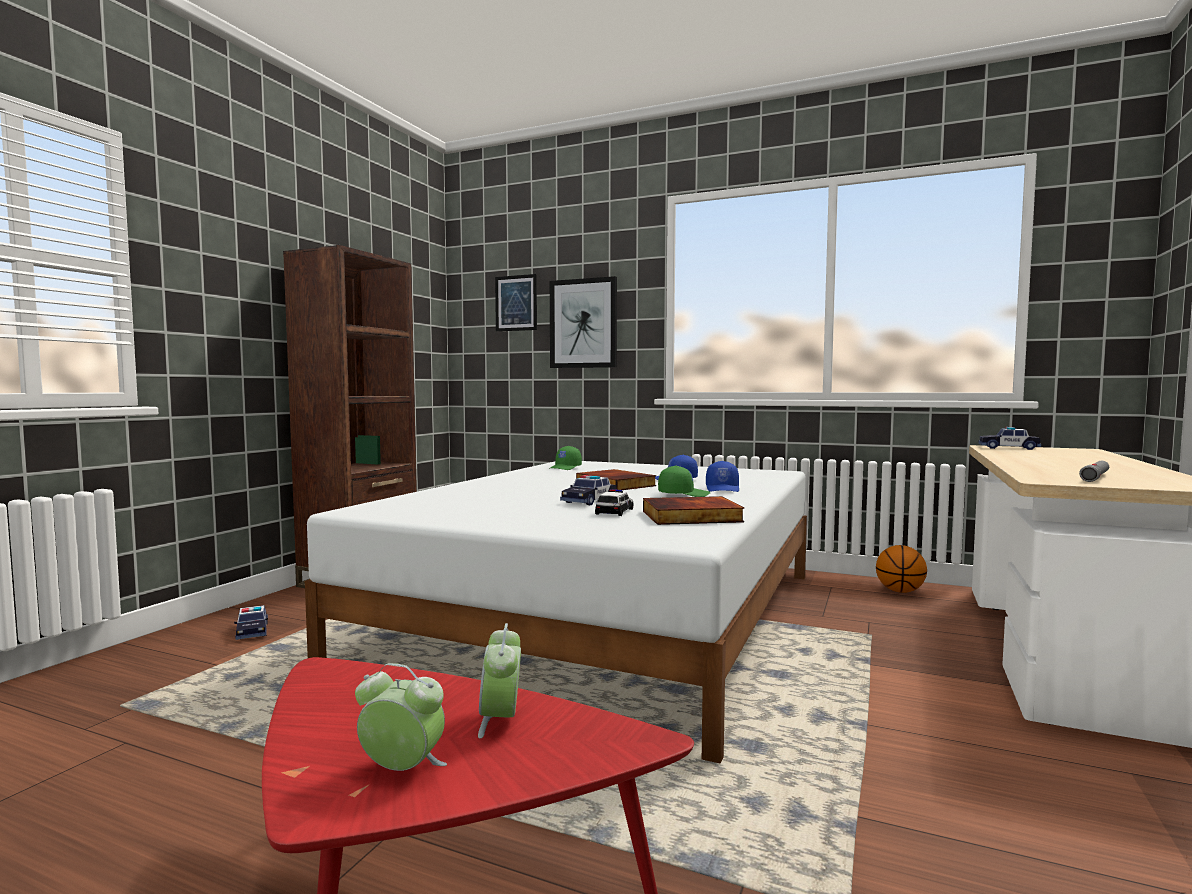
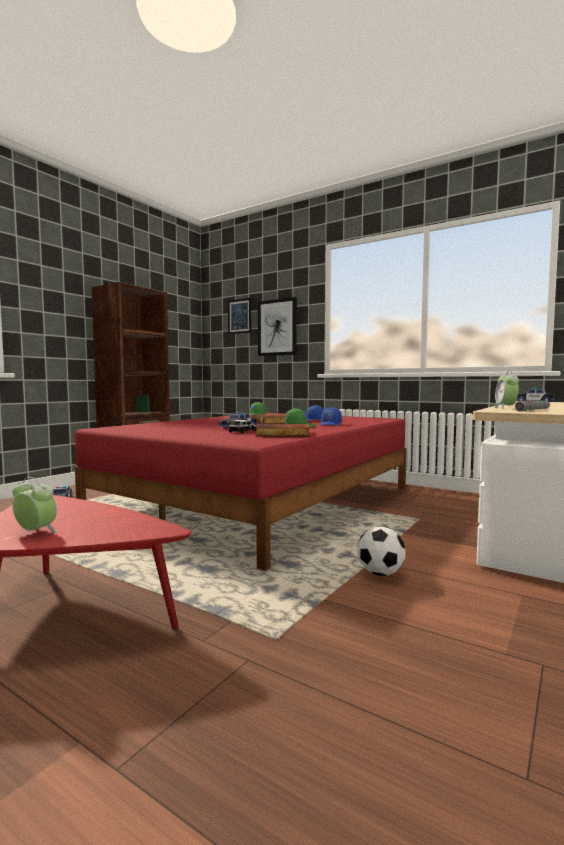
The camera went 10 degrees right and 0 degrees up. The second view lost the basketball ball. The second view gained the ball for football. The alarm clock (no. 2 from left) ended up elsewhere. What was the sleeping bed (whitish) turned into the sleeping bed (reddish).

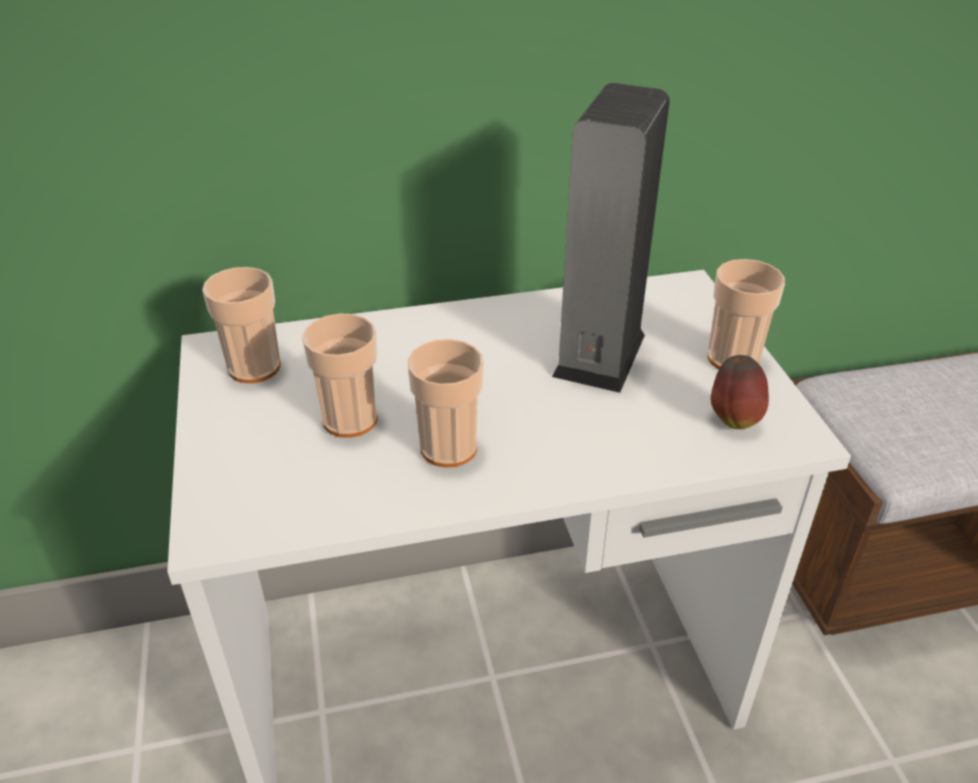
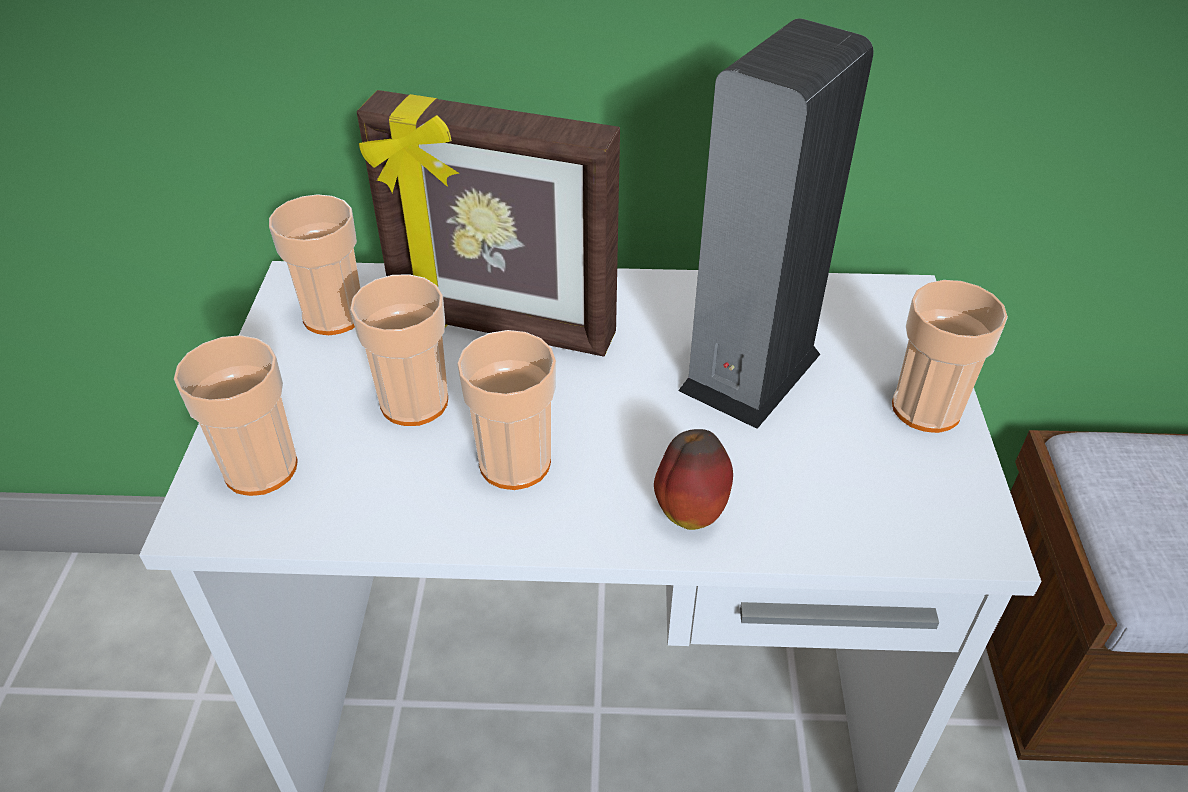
The camera went 15 degrees right and 5 degrees up. The second view gained the drinking cup (no. 1 from left). The second view gained the photo frame. The apple ended up elsewhere.

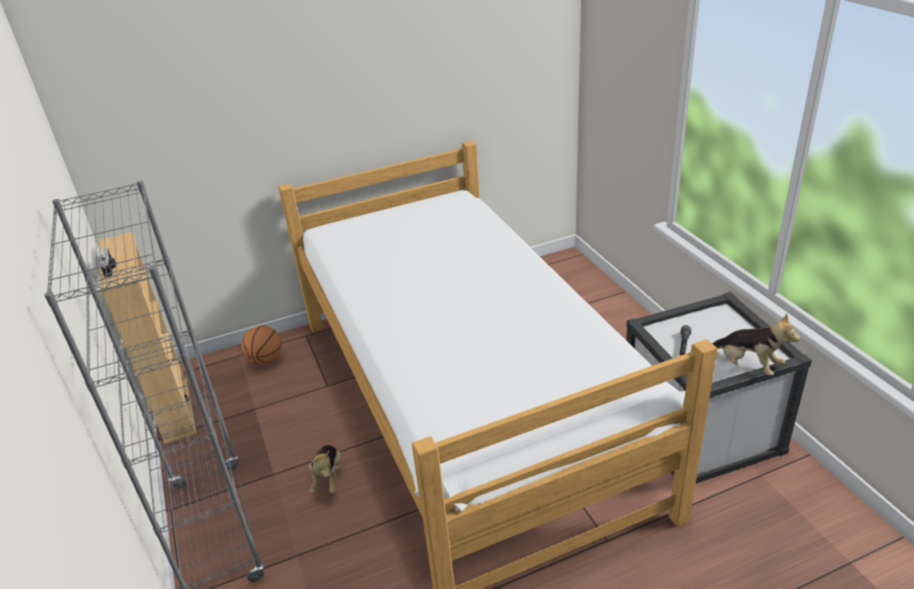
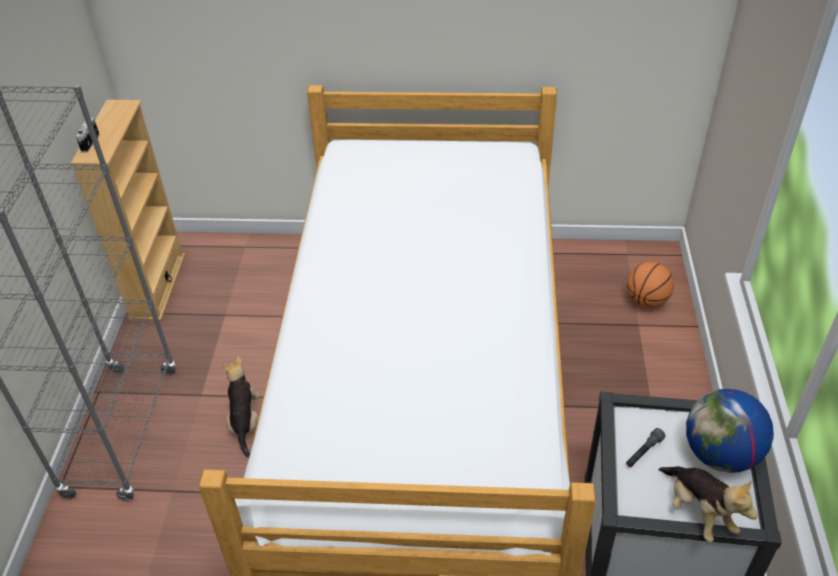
The camera went 25 degrees right and 10 degrees up. The second view gained the world globe. The basketball ball ended up elsewhere. The cuddly toy (no. 1 from left) ended up facing another way, 150 degrees clockwise from before.

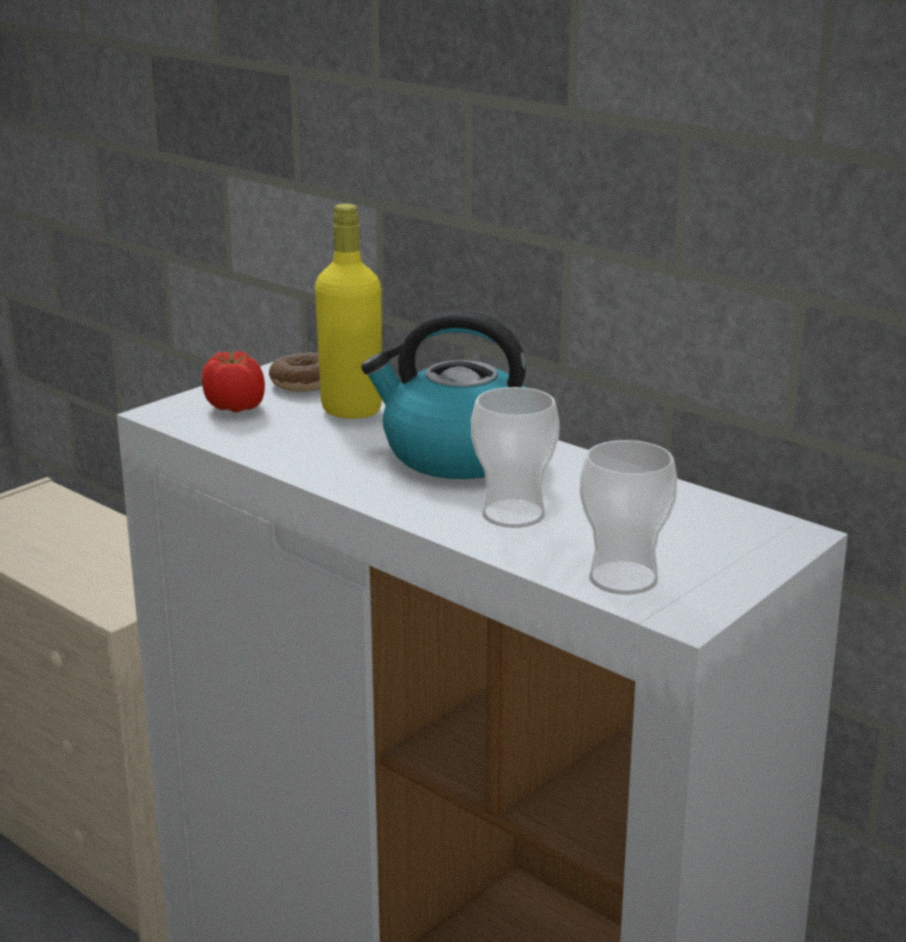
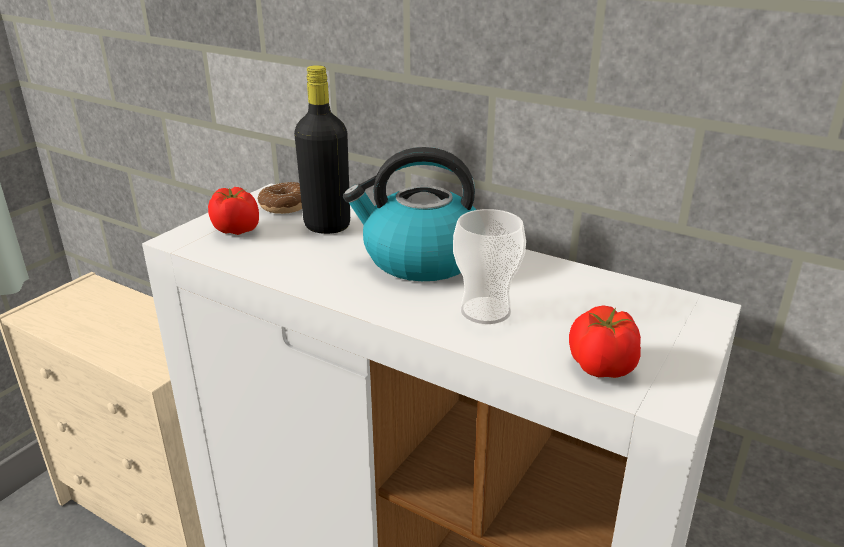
The camera went 10 degrees left and 5 degrees up. Where the drinking cup (no. 2 from left) stood, the whole tomato (no. 2 from left) came to stand. What was the bottle (yellow-coloured) turned into the bottle (black-coloured).

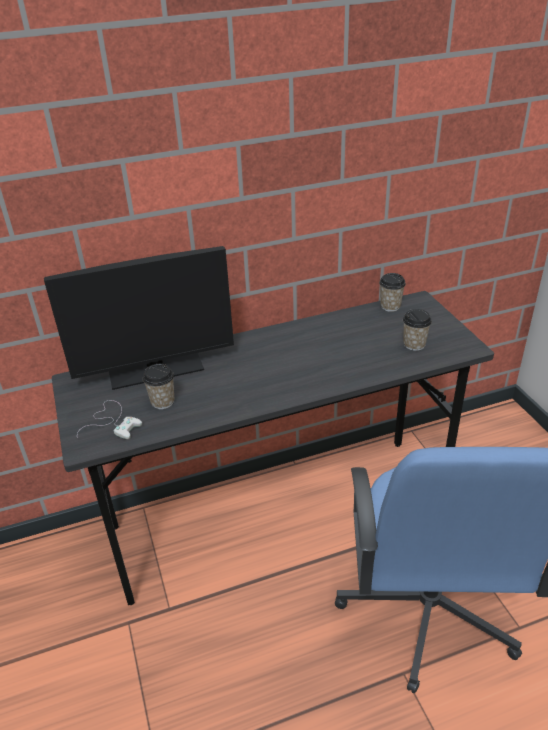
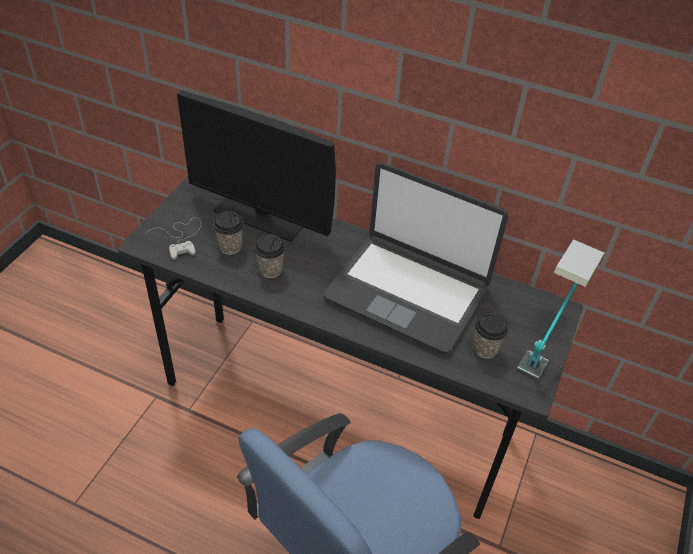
The camera went 40 degrees right and 10 degrees up. The second view gained the portable computer. The second view gained the tabletop lamp. The drinking cup (no. 2 from left) ended up elsewhere.

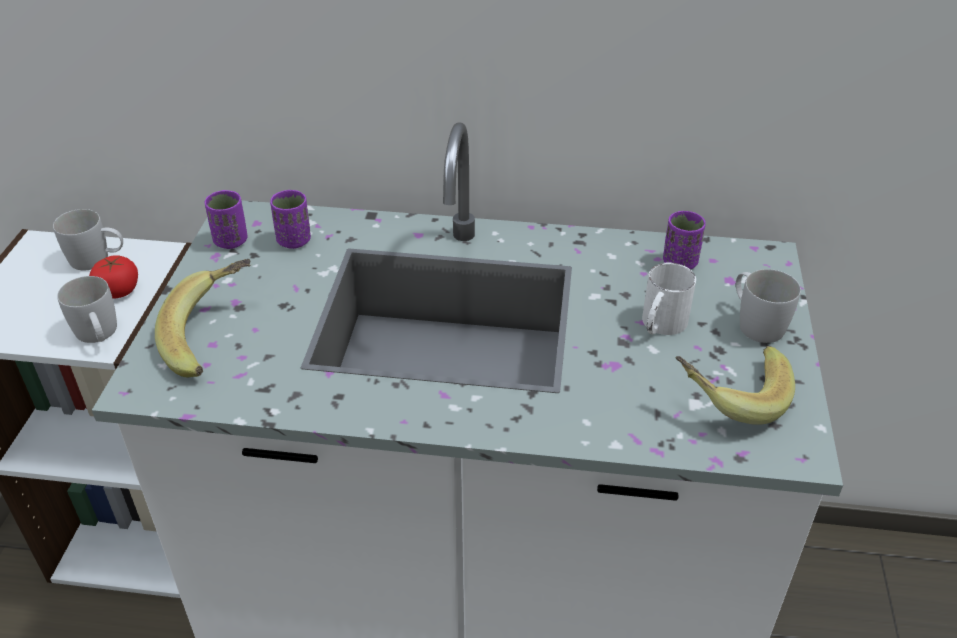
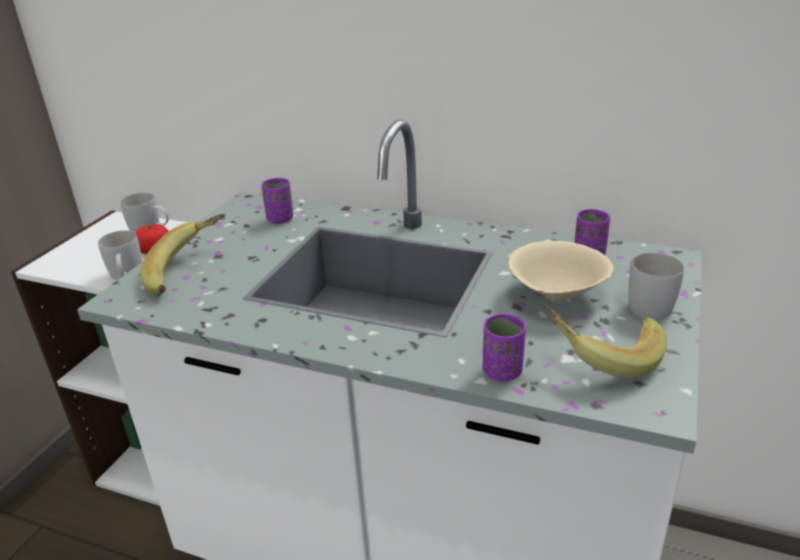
The camera went 15 degrees right and 10 degrees down. The drinking cup (purple-coloured) (no. 1 from left in the first image) ended up elsewhere. Where the mug (whitish) (no. 3 from left) stood, the bowl (beige) came to stand.

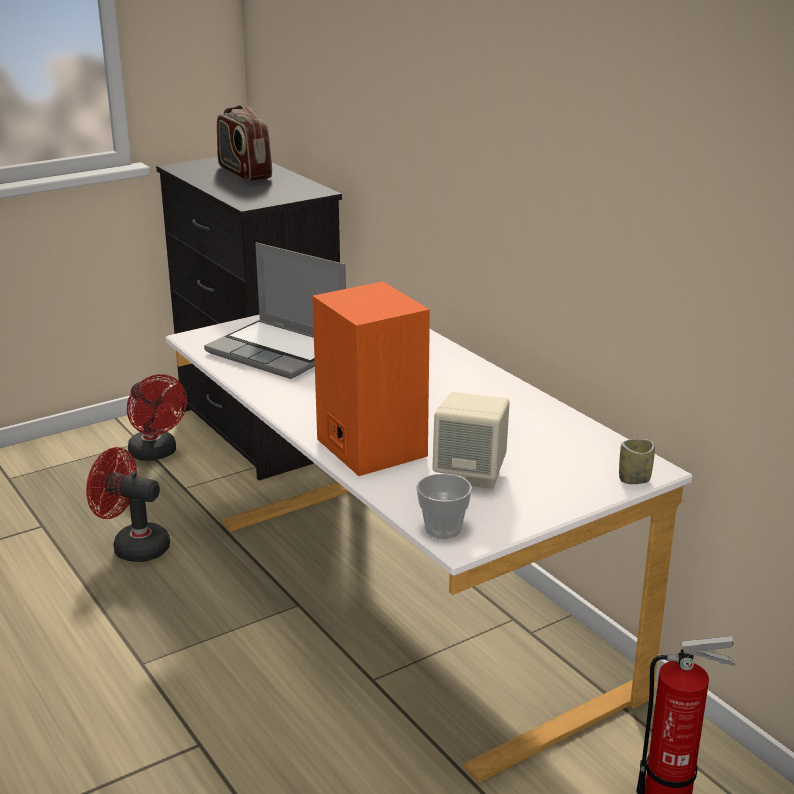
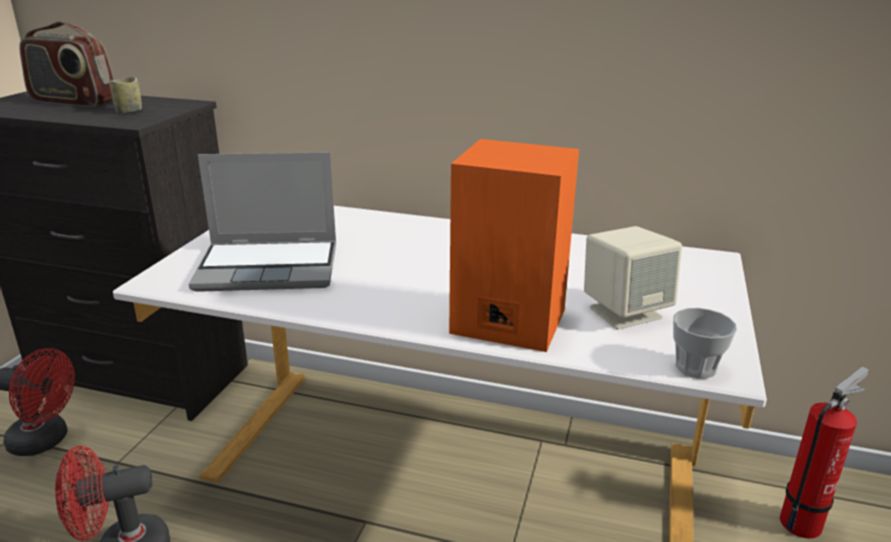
The camera went 40 degrees left and 0 degrees up. The drinking cup (no. 2 from left in the first image) ended up elsewhere.

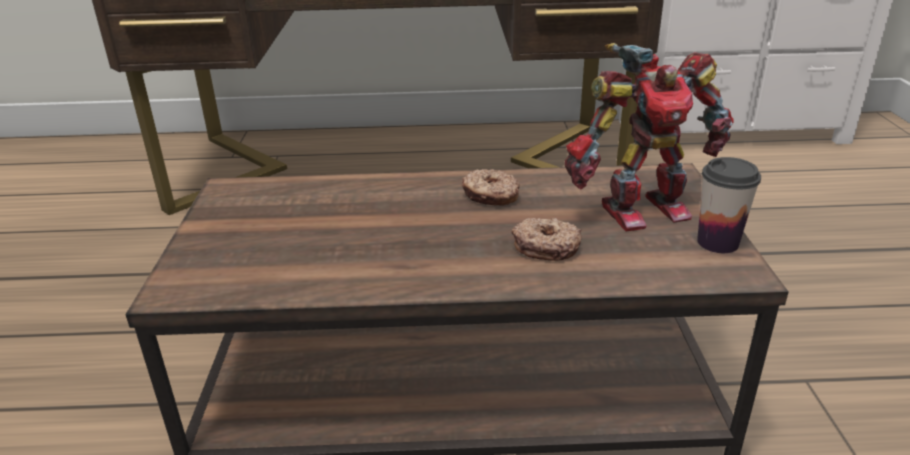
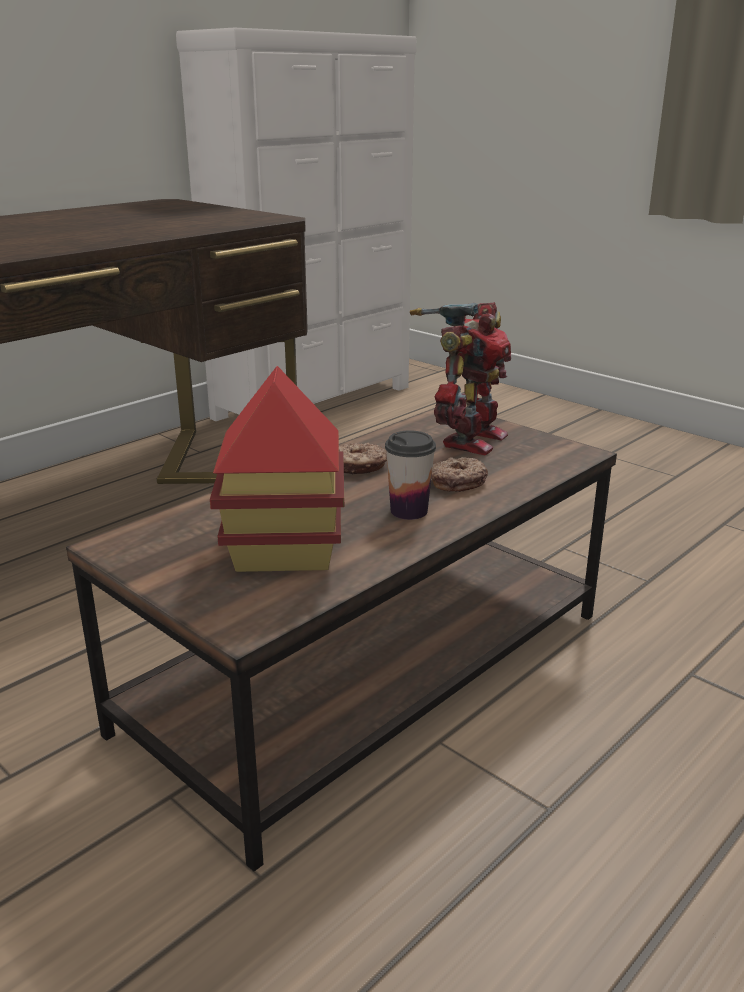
The camera went 45 degrees left and 5 degrees down. The second view gained the toy house. The drinking cup ended up elsewhere.

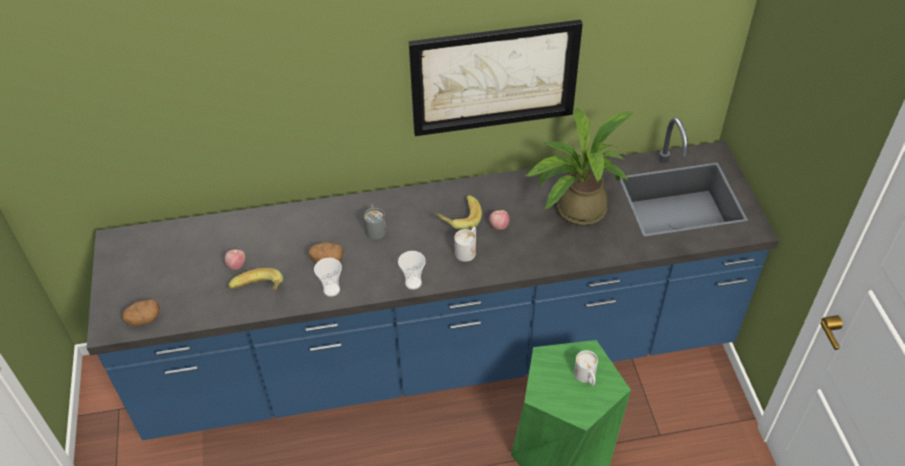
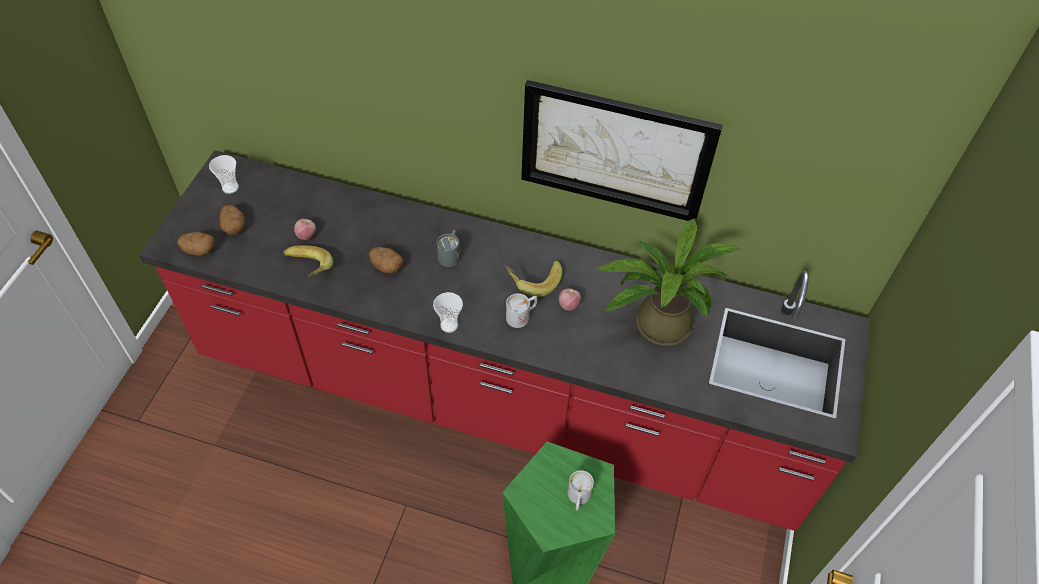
The camera went 25 degrees right and 5 degrees up. The second view gained the whole potato (no. 2 from left). The drinking cup (no. 1 from left) ended up elsewhere. What was the kitchen base unit (bluish) turned into the kitchen base unit (reddish).

